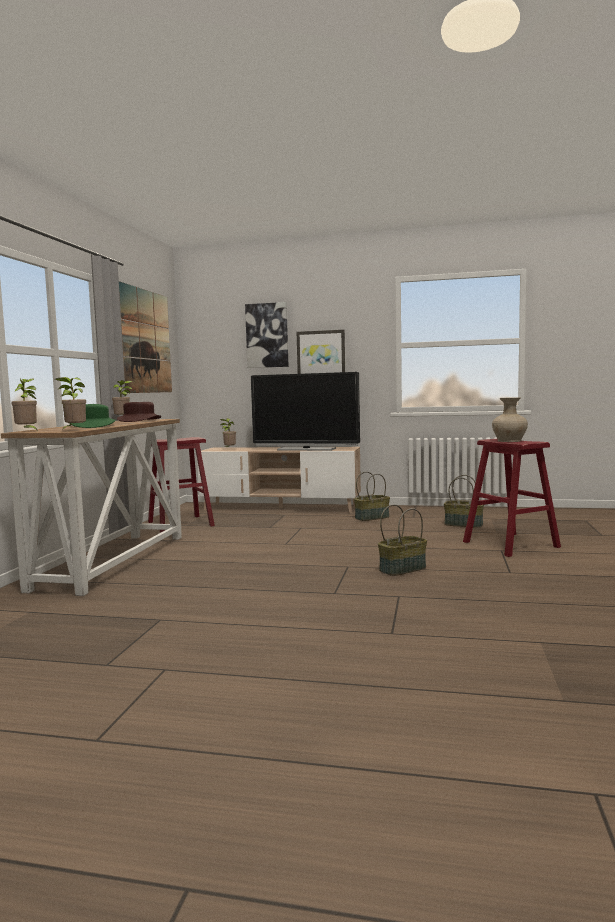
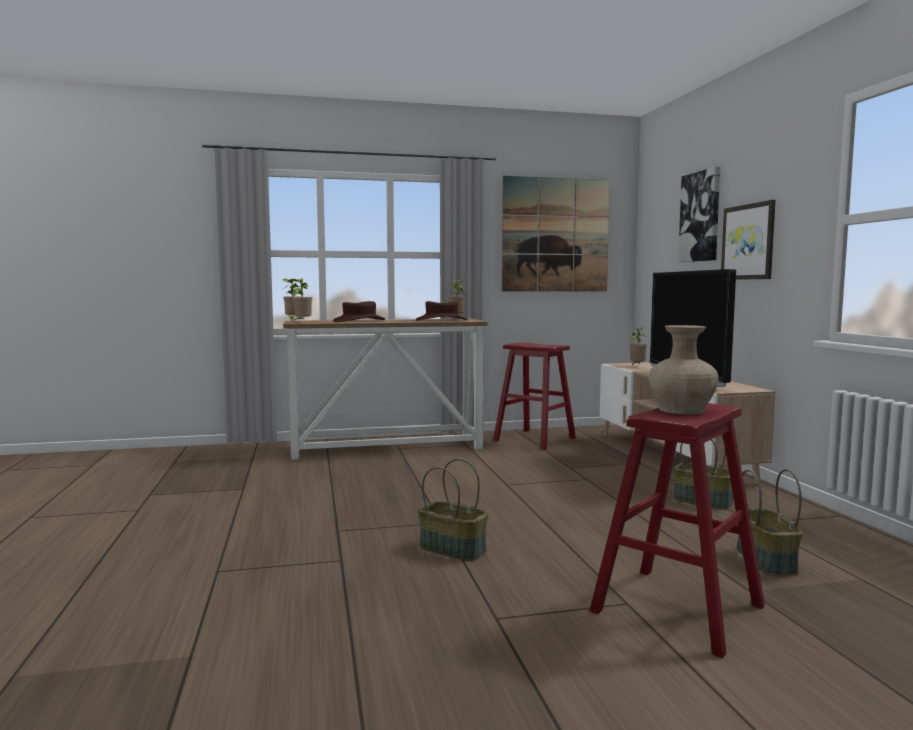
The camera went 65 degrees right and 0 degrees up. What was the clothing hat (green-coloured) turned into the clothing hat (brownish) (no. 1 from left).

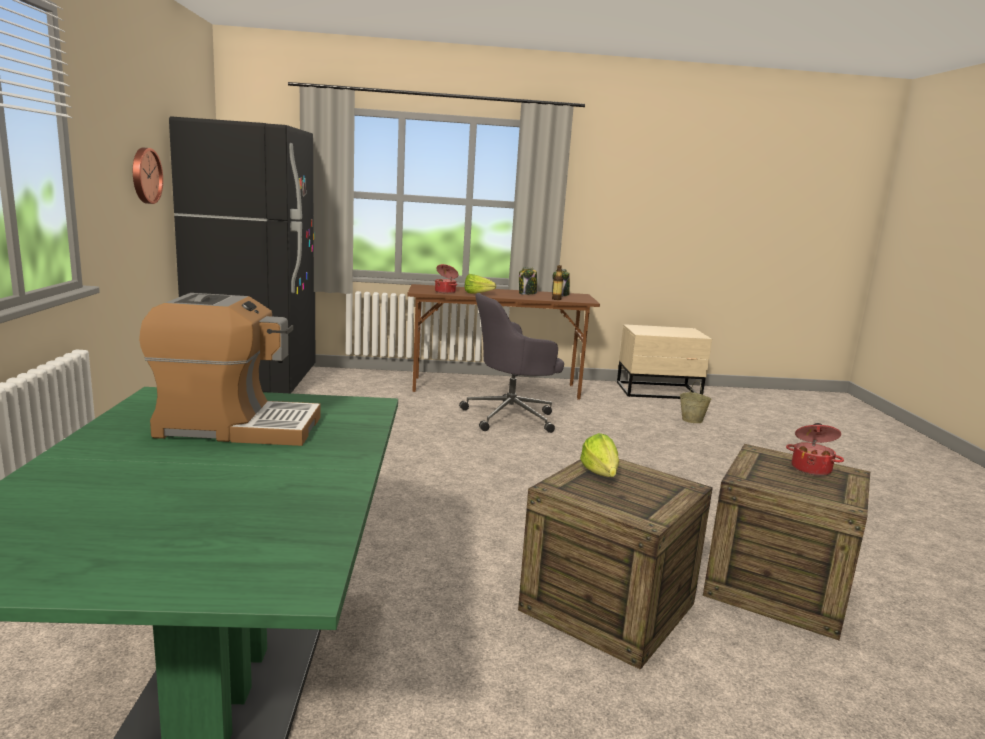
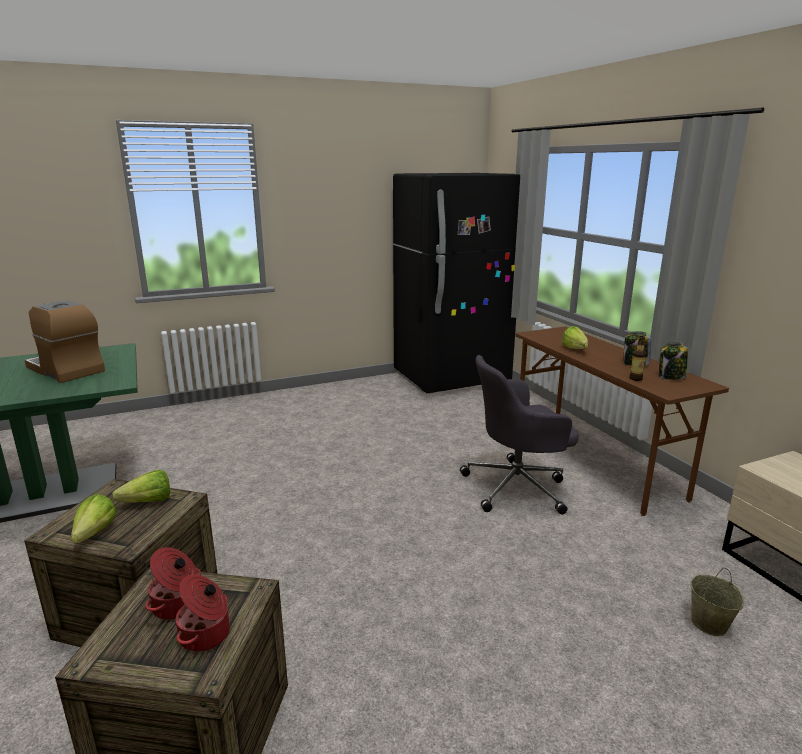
The camera went 70 degrees right and 5 degrees up. The second view lost the wall clock. The second view gained the lettuce (no. 1 from left). The stockpot (no. 1 from left) ended up elsewhere. The coffee machine ended up facing another way, 150 degrees clockwise from before. The office chair (gray) ended up facing another way, 60 degrees counterclockwise from before.

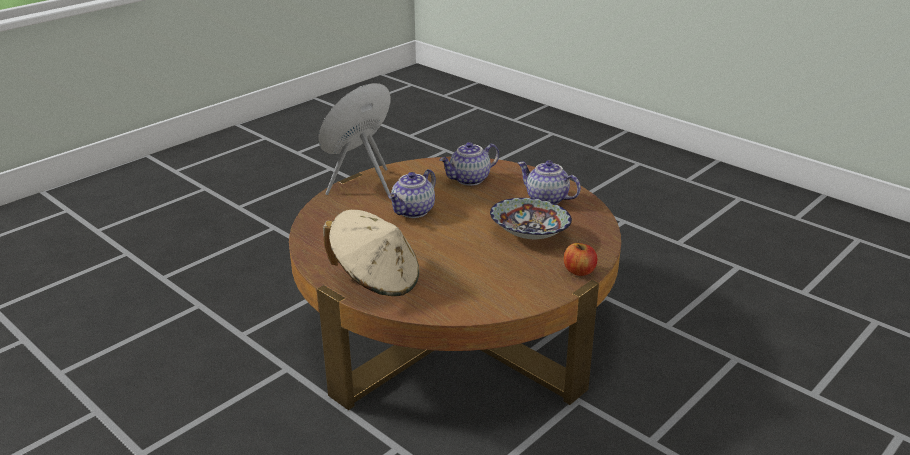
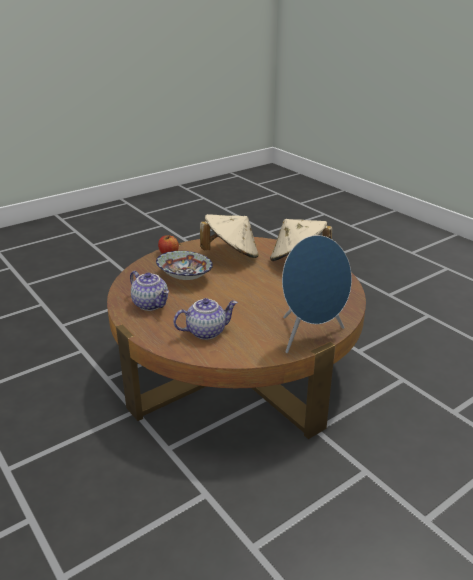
The camera went 170 degrees left and 0 degrees up. The second view lost the teapot (no. 1 from left). The second view gained the clothing hat (beige) (no. 1 from left).

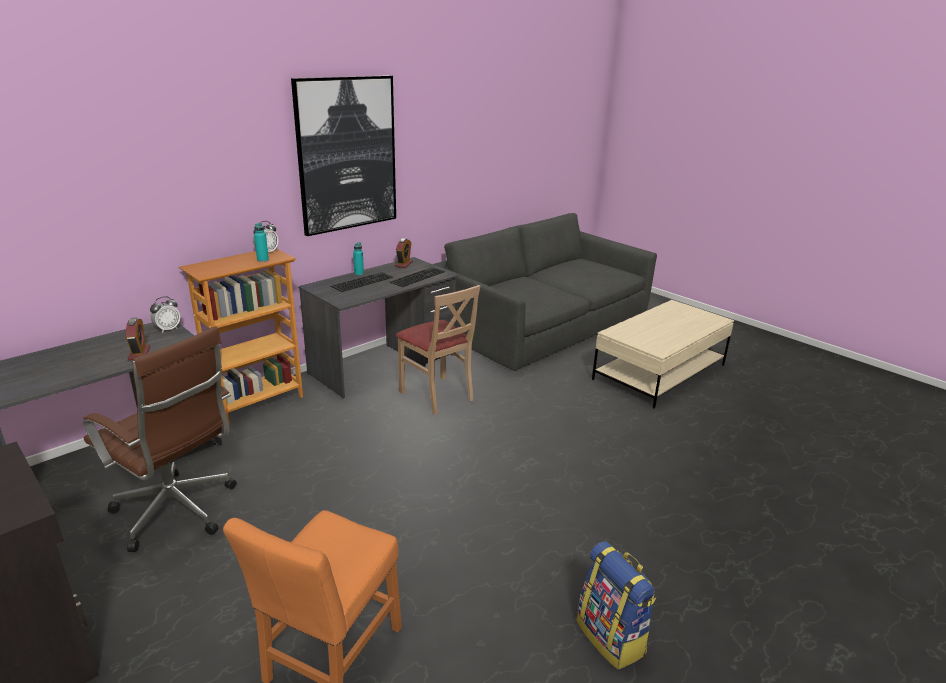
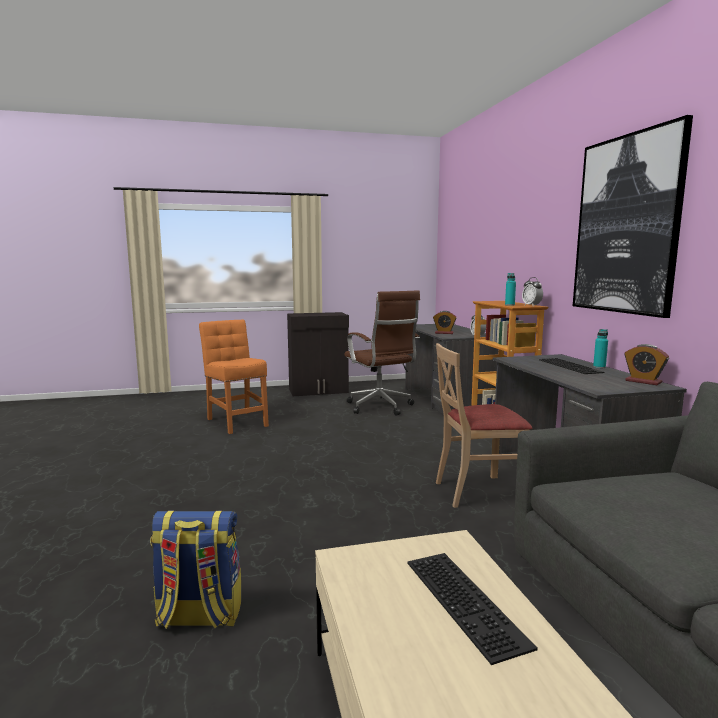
The camera went 120 degrees right and 15 degrees down. The PC keyboard (no. 2 from left in the first image) ended up elsewhere. The backpack ended up elsewhere. The office chair (brownish) ended up facing another way, 90 degrees counterclockwise from before.

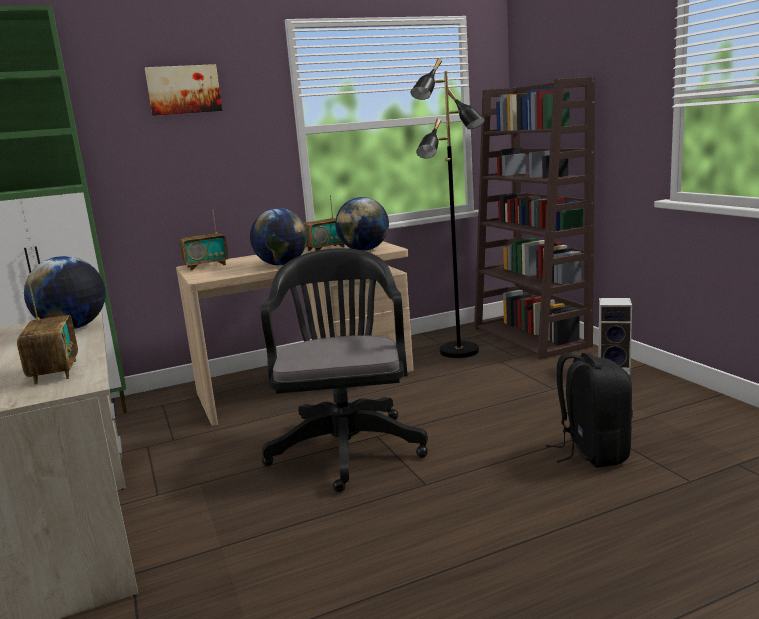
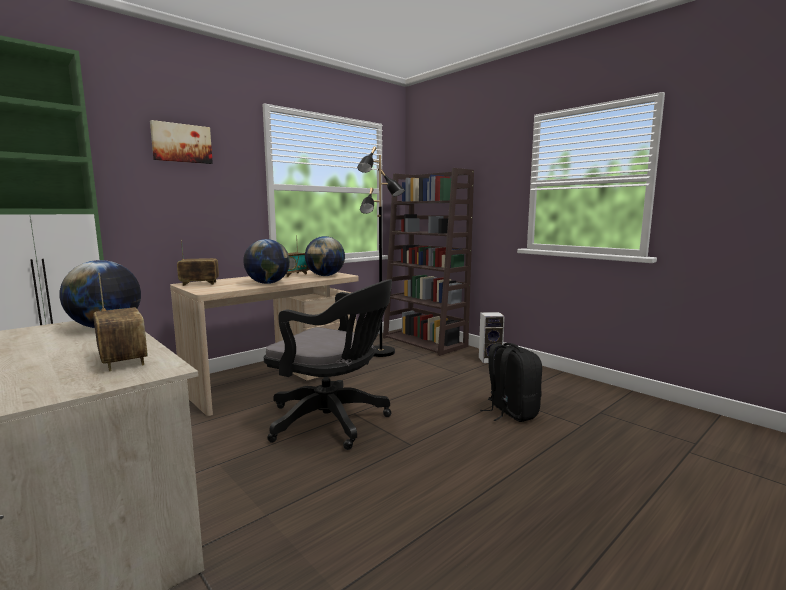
The camera went 20 degrees left and 5 degrees down. The radio set (no. 2 from left) ended up facing another way, 150 degrees counterclockwise from before. The office chair (black-coloured) ended up facing another way, 135 degrees clockwise from before.

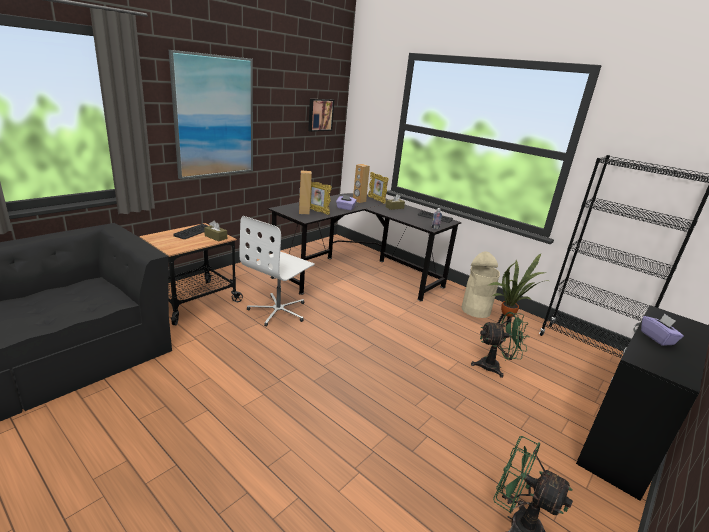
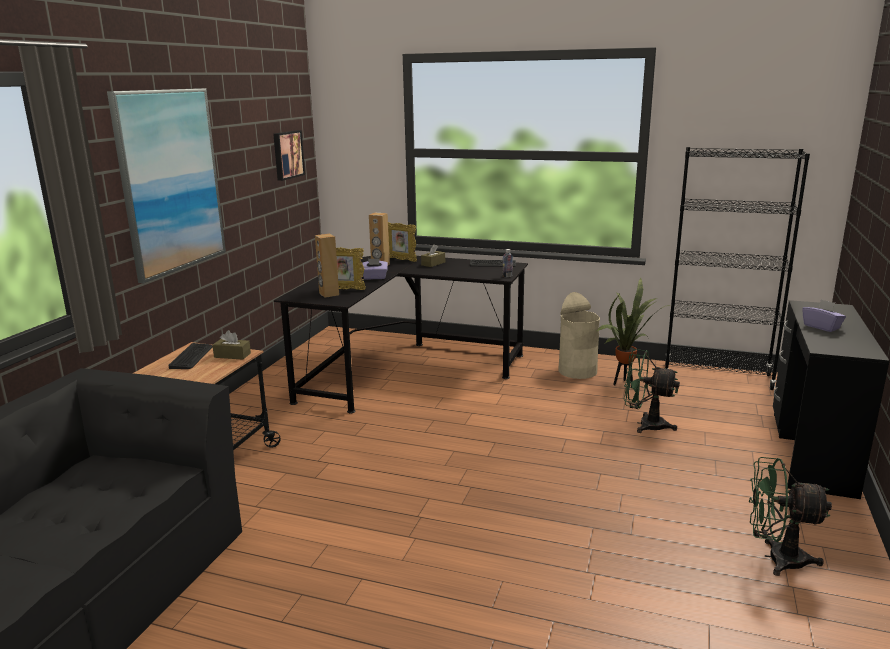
The camera went 20 degrees left and 5 degrees down. The second view lost the office chair (whitish). The cooling fan (green-coloured) (no. 1 from left) ended up facing another way, 135 degrees counterclockwise from before.

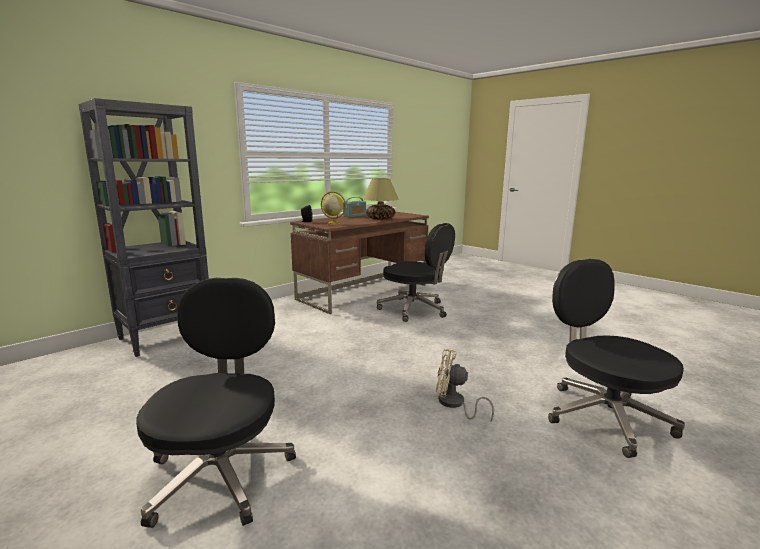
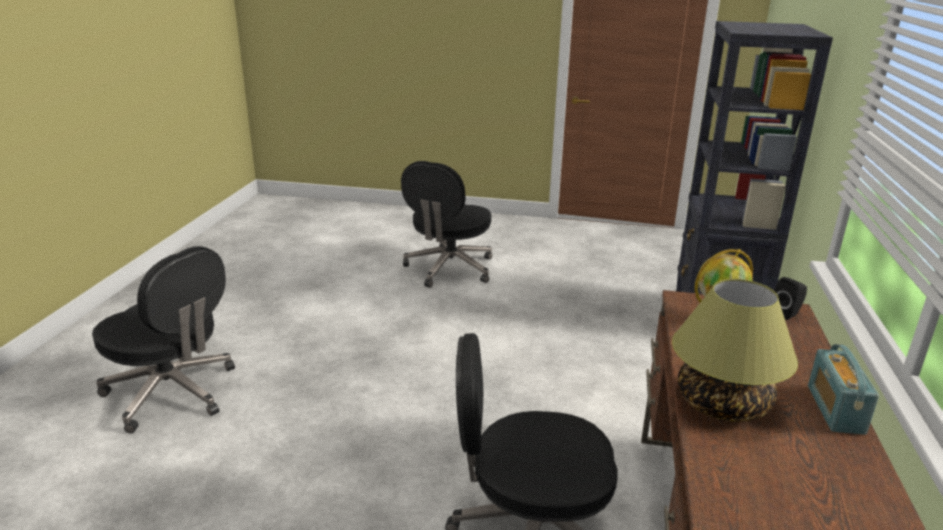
The camera went 145 degrees right and 10 degrees up. The second view lost the cooling fan (beige). The office chair (black-coloured) (no. 1 from left in the first image) ended up facing another way, 60 degrees clockwise from before.

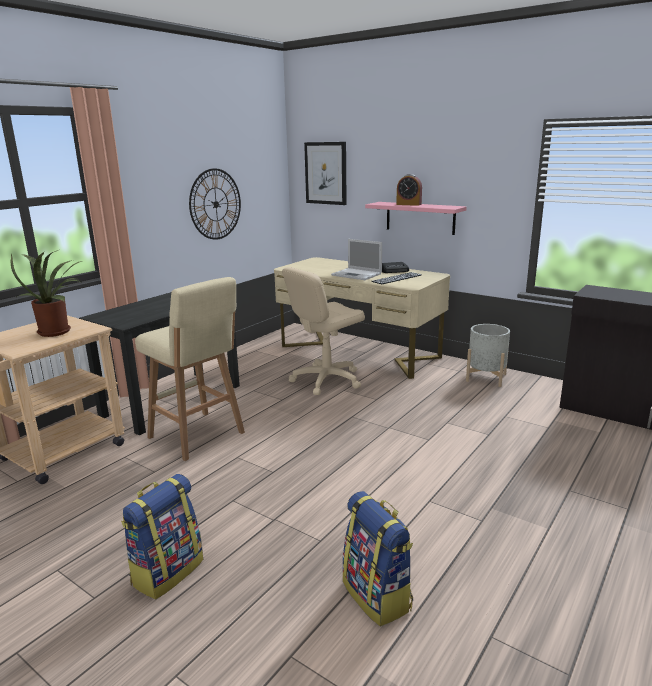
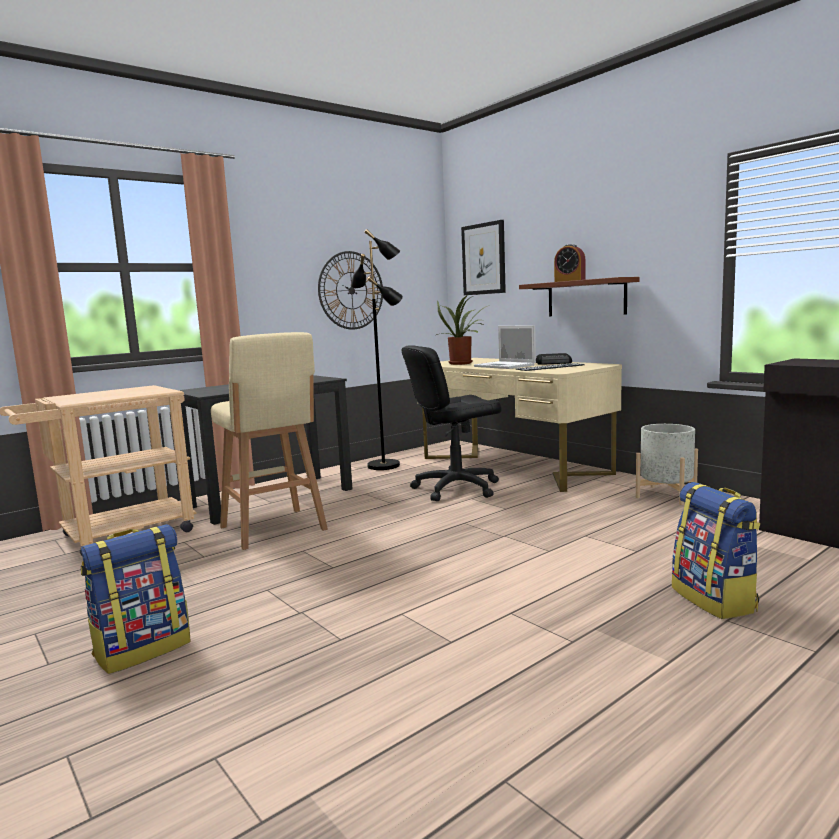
The camera went 15 degrees right and 10 degrees down. The second view gained the floor lamp (black-coloured). The plant in a pot ended up elsewhere. The backpack (no. 2 from left) ended up elsewhere. What was the office chair (beige) turned into the office chair (black-coloured). What was the wall shelf (pink-coloured) turned into the wall shelf (brownish).

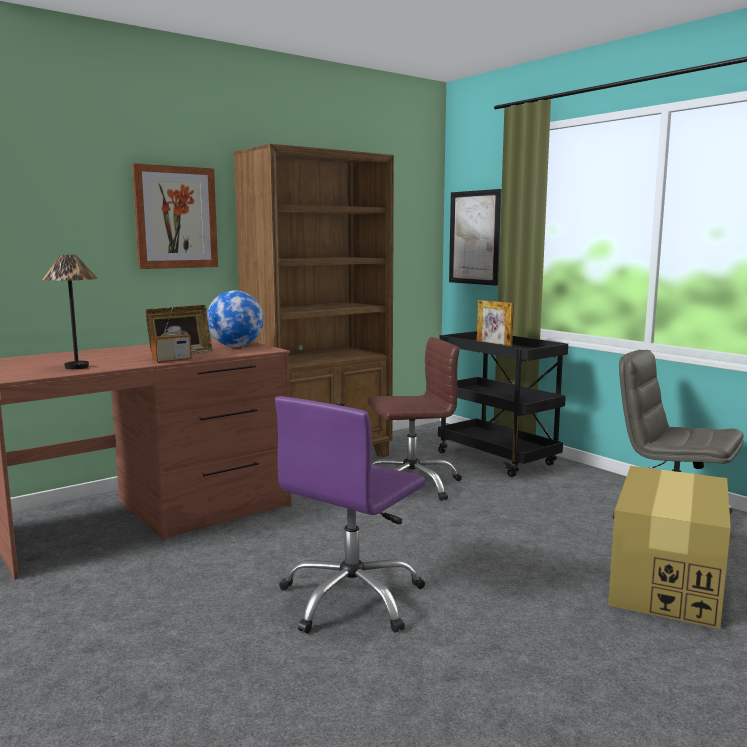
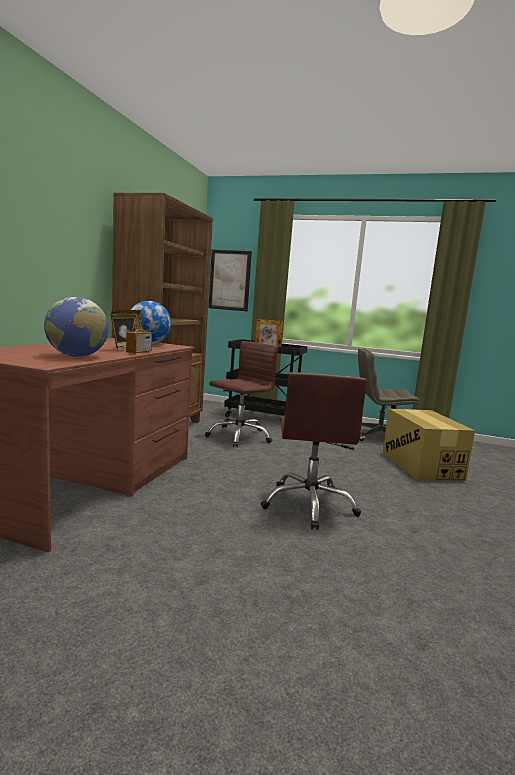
The camera went 35 degrees left and 0 degrees up. The second view lost the picture (no. 1 from left). Where the tabletop lamp stood, the world globe (no. 1 from left) came to stand. What was the office chair (purple-coloured) turned into the office chair (brownish) (no. 2 from left).

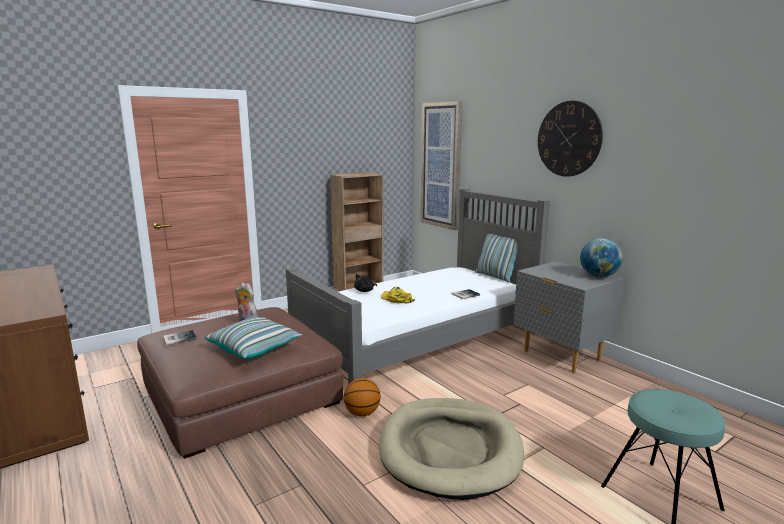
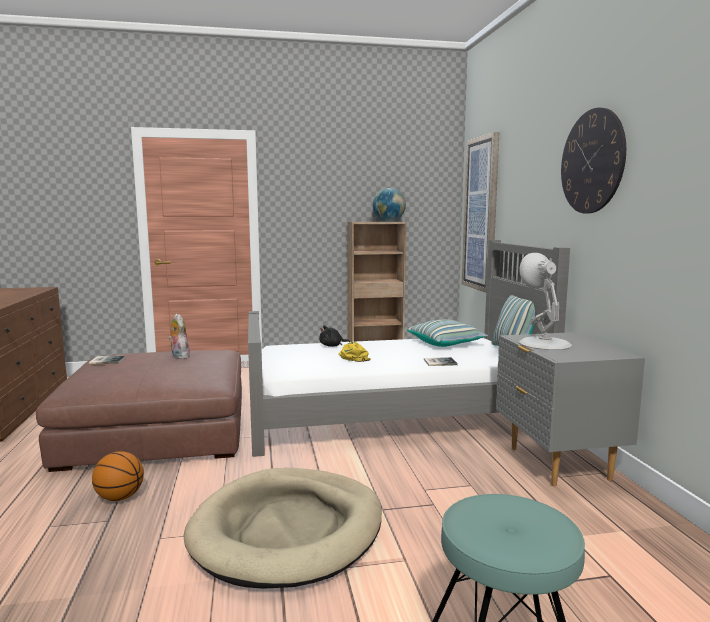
The camera went 25 degrees right and 5 degrees down. The second view gained the tabletop lamp (whitish). The pillow (no. 1 from left) ended up elsewhere. The basketball ball ended up elsewhere. The world globe ended up elsewhere.

